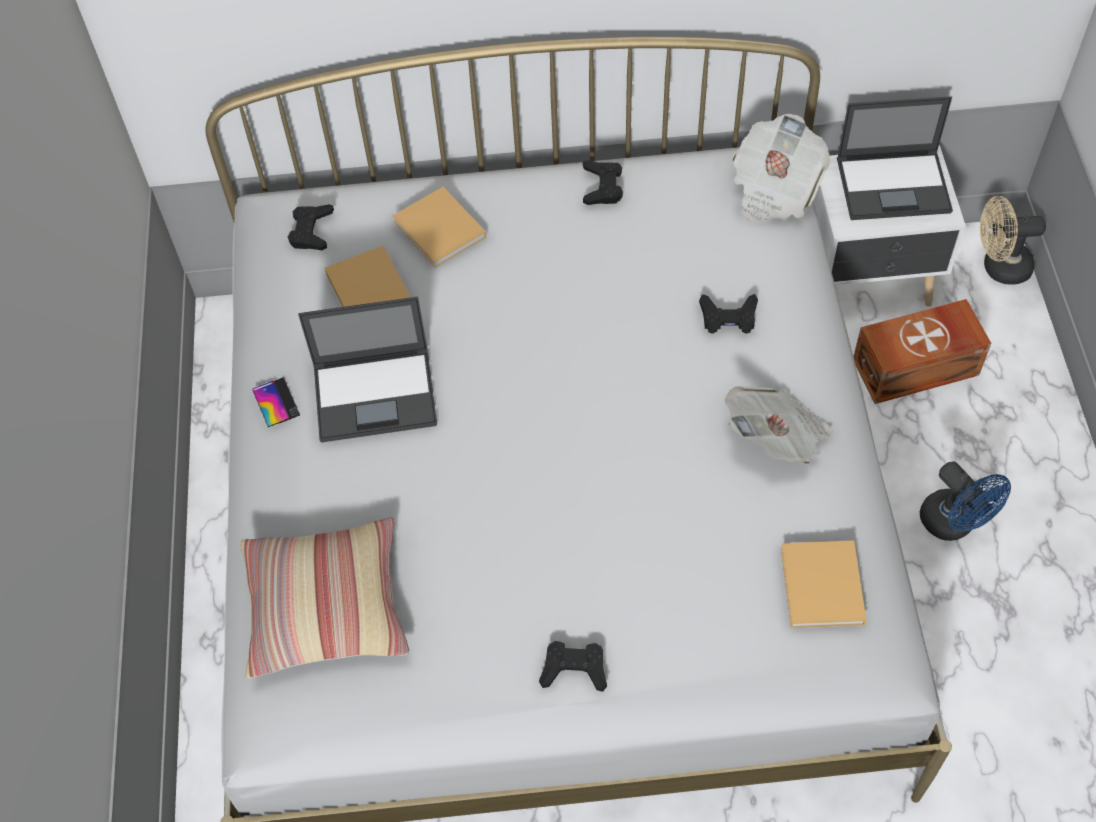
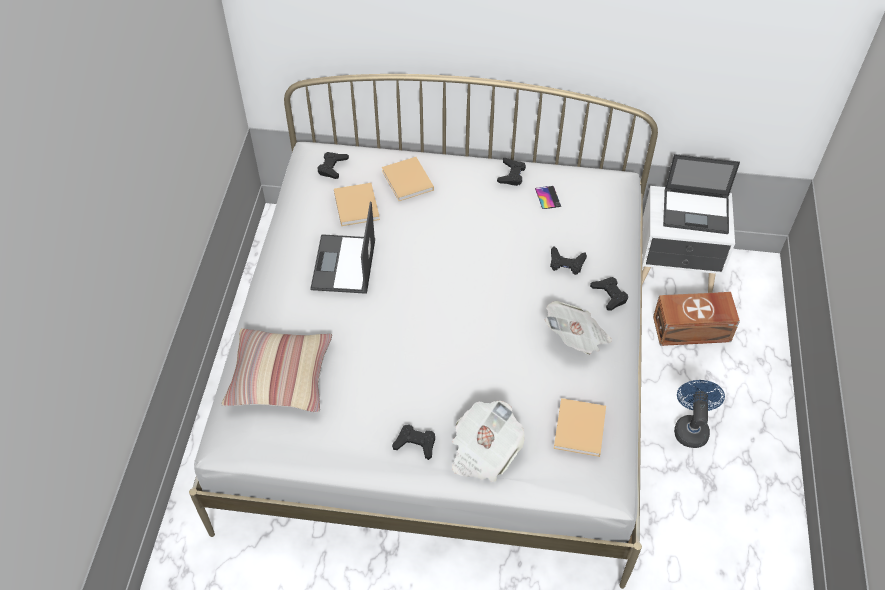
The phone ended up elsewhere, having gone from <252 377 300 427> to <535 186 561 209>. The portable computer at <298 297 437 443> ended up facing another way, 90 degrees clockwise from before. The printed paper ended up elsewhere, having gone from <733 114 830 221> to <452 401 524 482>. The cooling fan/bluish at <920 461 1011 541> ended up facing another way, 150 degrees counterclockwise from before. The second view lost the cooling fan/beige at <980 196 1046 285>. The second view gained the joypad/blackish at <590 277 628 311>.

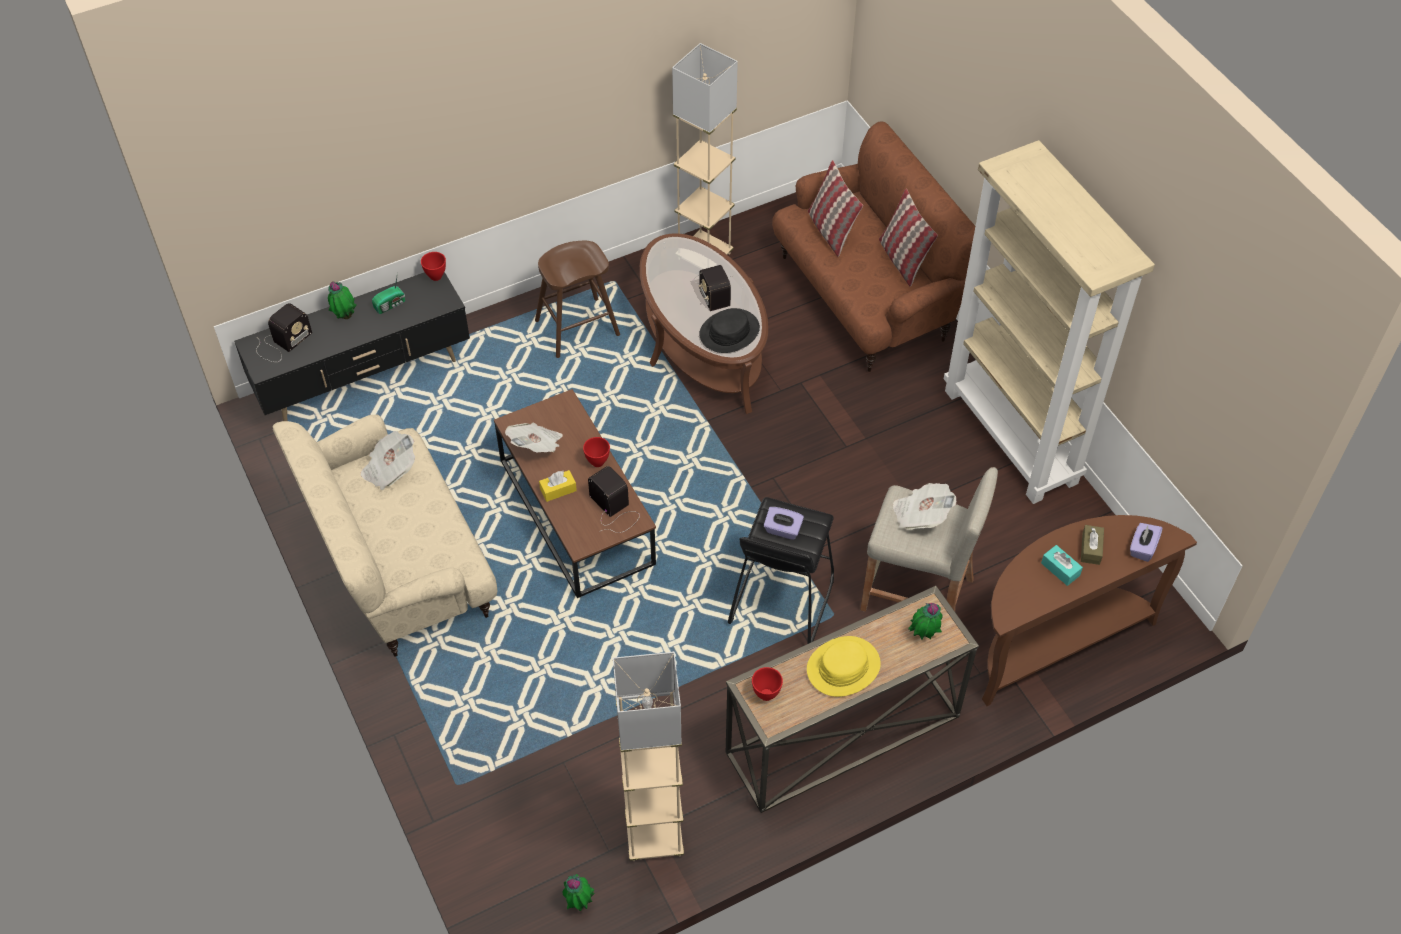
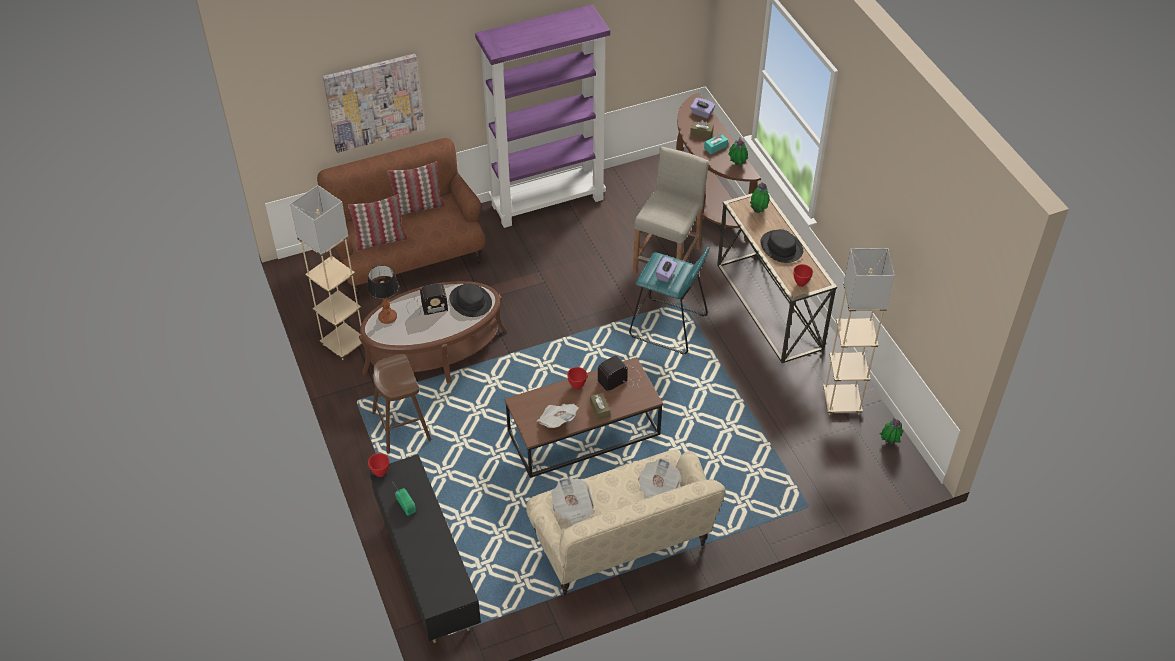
The second view lost the radio at <256 303 312 362>. The houseplant ended up elsewhere, having gone from <328 281 356 319> to <728 138 748 165>. What was the box of tissues/yellow at <539 470 577 502> turned into the box of tissues/brown at <590 393 610 420>. What was the stool/blackish at <728 497 834 644> turned into the stool/turquoise-coloured at <629 247 710 355>. What was the wearable hat/yellow at <807 636 881 697> turned into the wearable hat/blackish at <760 229 803 263>. The printed paper ended up elsewhere, having gone from <893 483 956 529> to <638 458 682 499>. What was the shelving unit/beige at <944 140 1155 504> turned into the shelving unit/purple at <475 5 610 228>. The second view gained the wall picture at <323 54 425 153>. The second view gained the tabletop lamp at <367 265 399 324>.

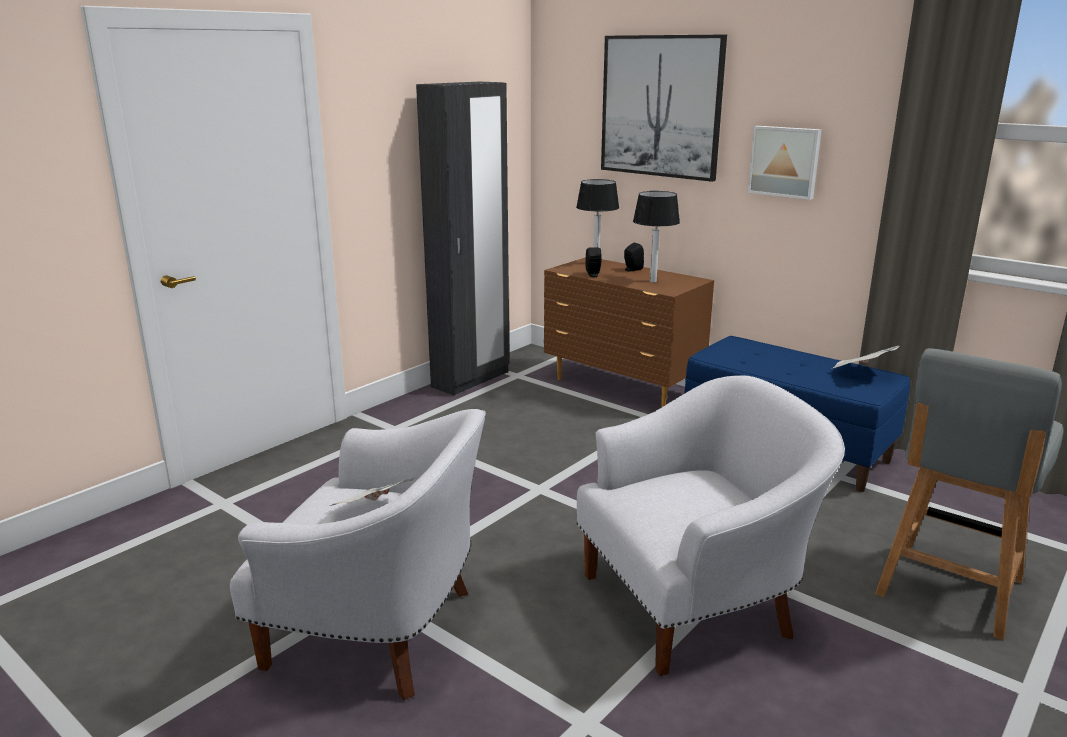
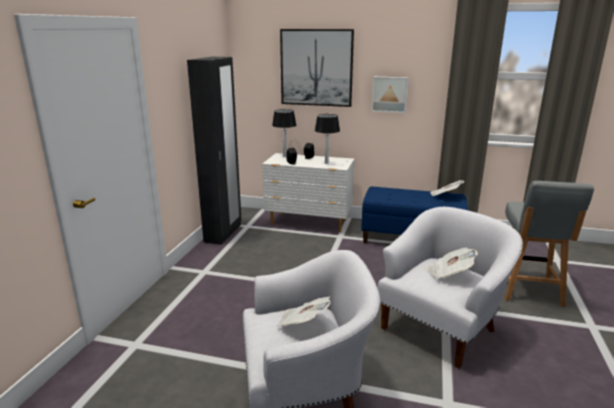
What was the dresser/brown at <544 257 714 408> turned into the dresser/whitish at <262 153 354 232>. The second view gained the printed paper at <425 248 478 279>.

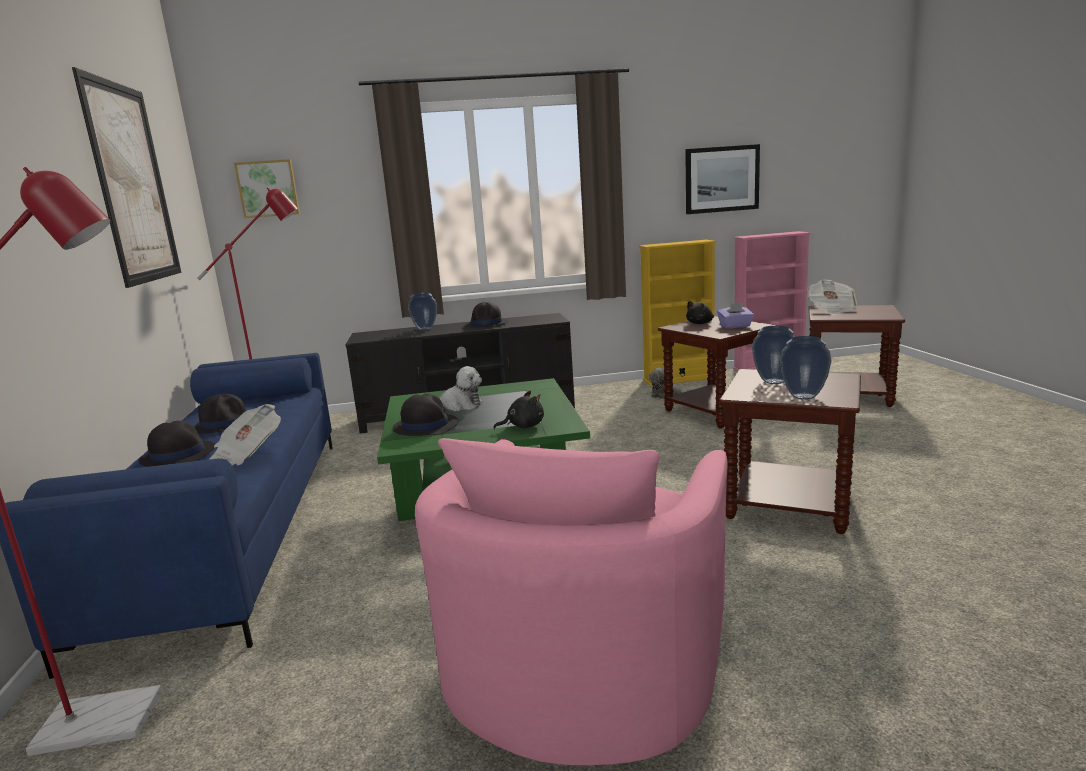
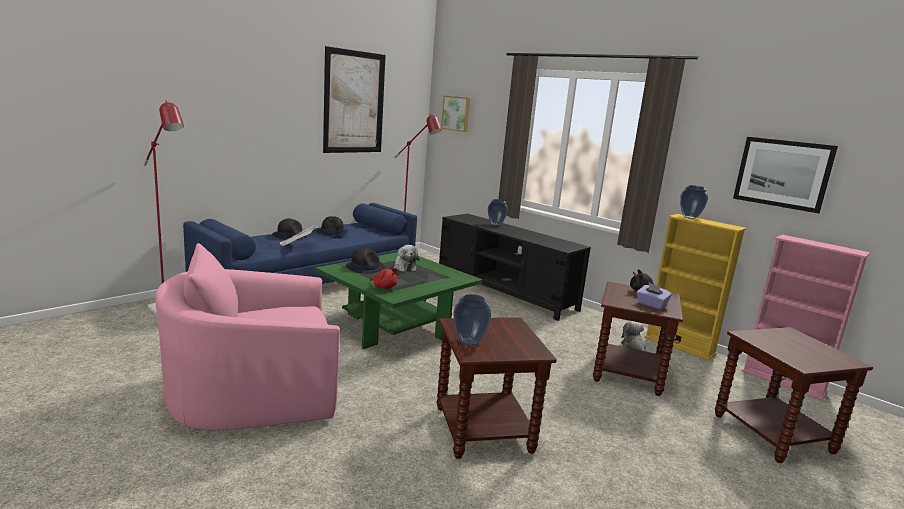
The second view lost the wearable hat/blackish at <464 302 508 328>. What was the cuddly toy/blackish at <493 391 544 429> turned into the cuddly toy/red at <370 268 398 289>. The vase ended up elsewhere, having gone from <752 326 795 384> to <680 185 708 219>. The second view lost the printed paper at <808 280 857 315>.

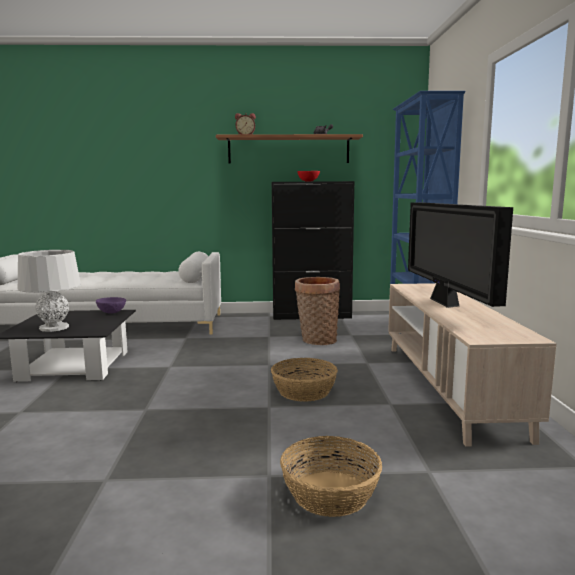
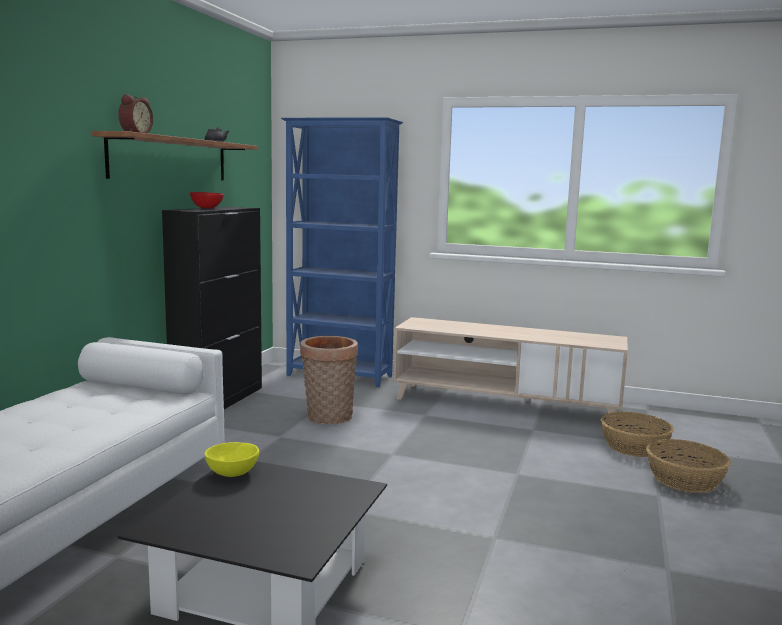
The second view lost the tabletop lamp/greyish at <18 250 81 332>. What was the deep dish/purple at <96 297 126 314> turned into the deep dish/yellow at <205 442 259 477>. The basket ended up elsewhere, having gone from <271 358 338 402> to <601 412 674 457>. The second view lost the TV at <408 202 513 308>.

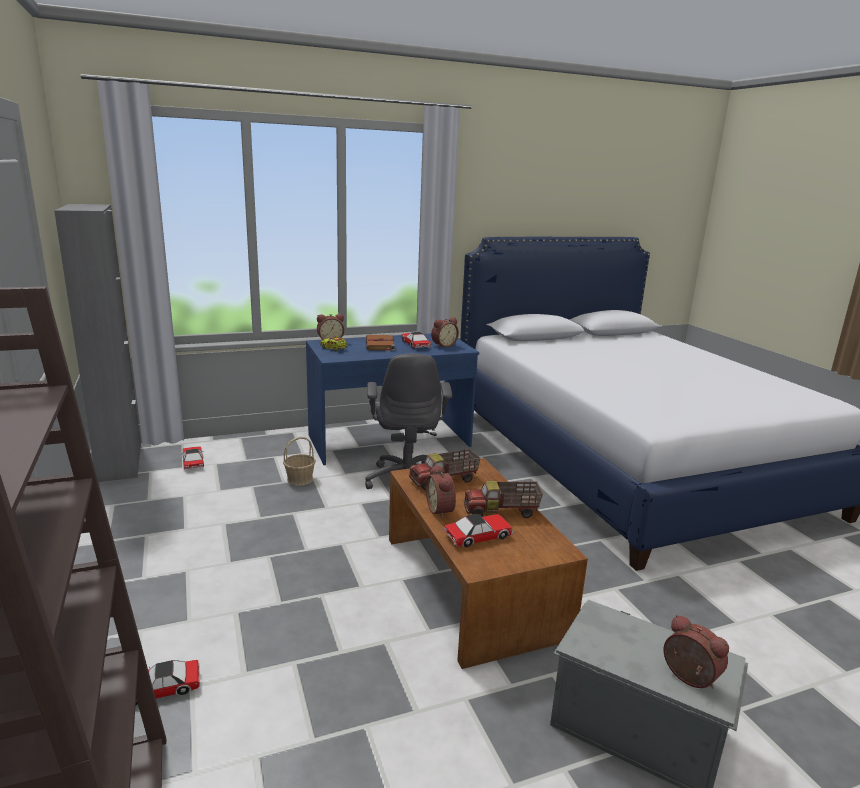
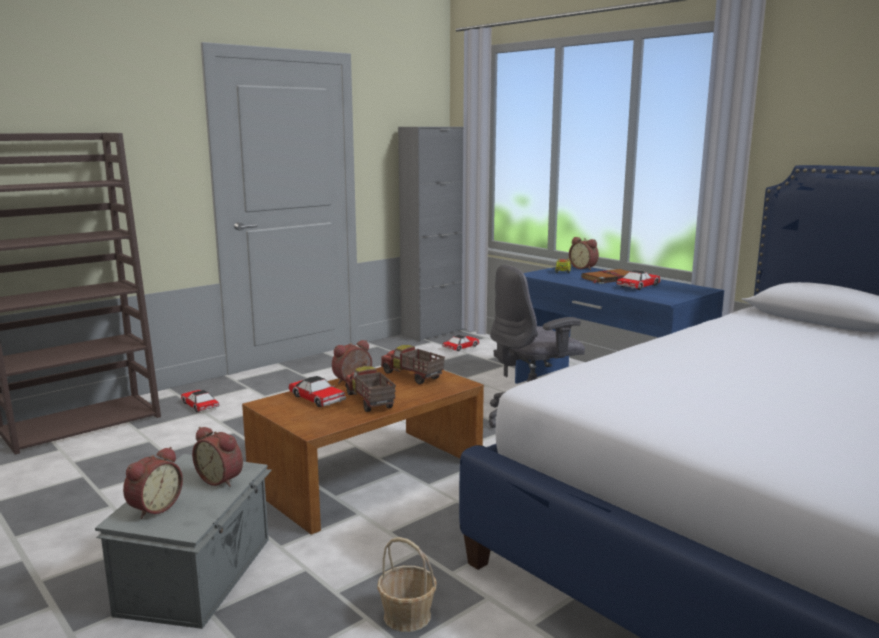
The basket ended up elsewhere, having gone from <283 437 316 486> to <377 537 436 632>. The alarm clock ended up elsewhere, having gone from <431 317 459 348> to <192 427 243 487>.

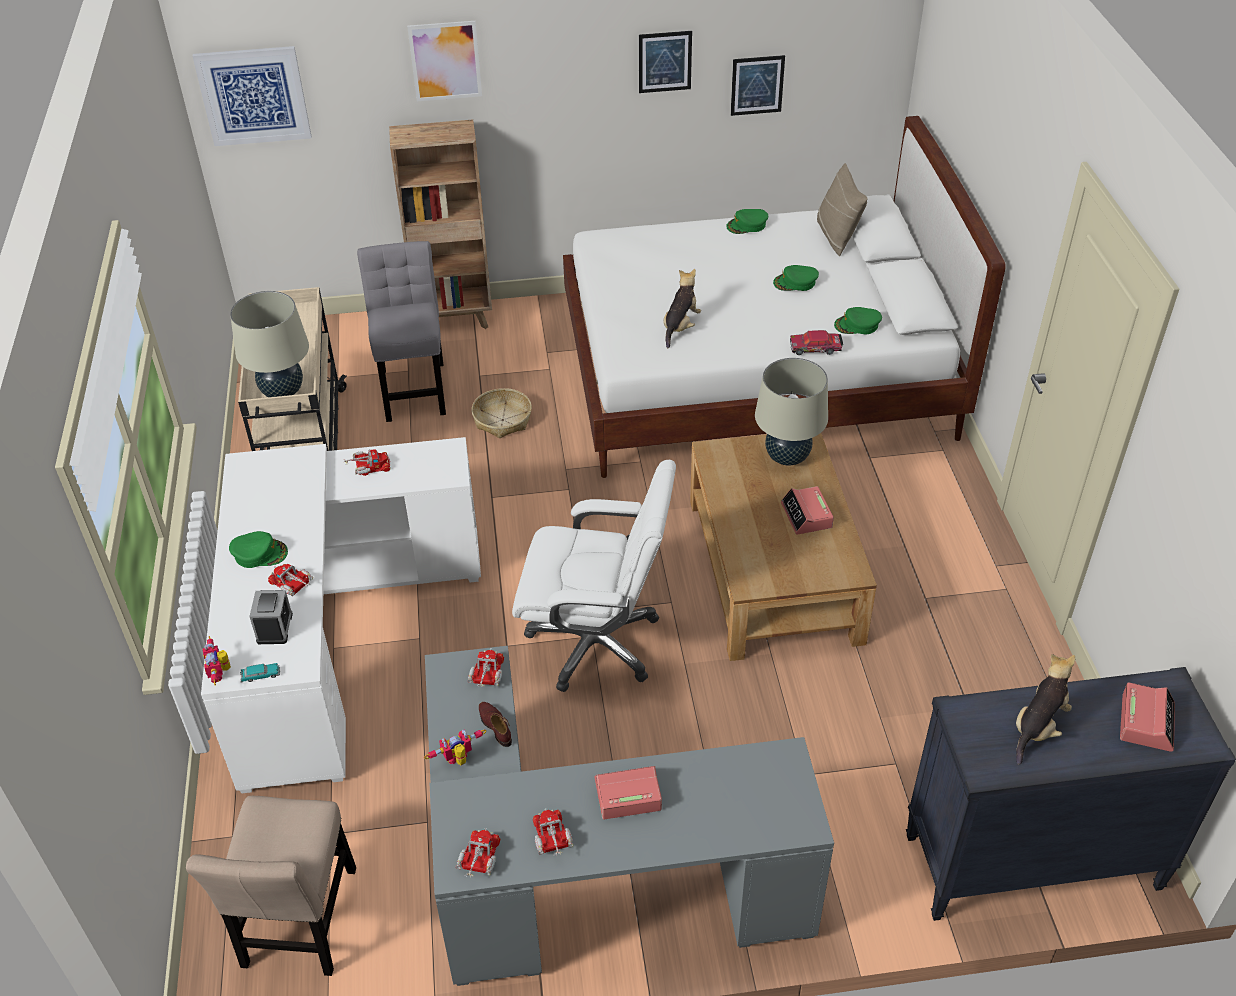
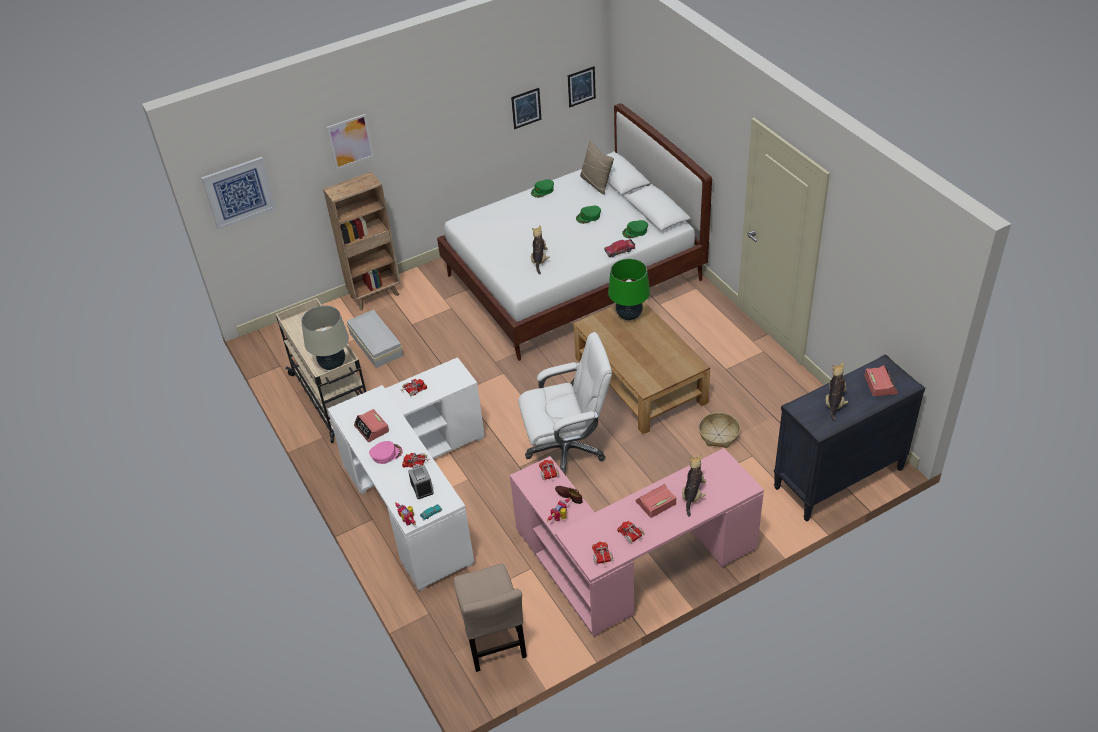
What was the peaked cap/green-coloured at <229 531 288 568> turned into the peaked cap/pink-coloured at <369 441 403 464>. Where the plain chair/greyish stood at <357 241 446 422>, the storage box/whitish came to stand at <347 309 403 368>. What was the desk table/greyish at <425 646 834 986> turned into the desk table/pink-coloured at <510 448 764 637>. The basket ended up elsewhere, having gone from <471 388 532 438> to <699 412 740 448>. The wall picture ended up elsewhere, having gone from <639 31 692 93> to <568 66 596 107>. What was the tabletop lamp/beige at <755 358 828 466> turned into the tabletop lamp/green-coloured at <608 258 650 320>. The alarm clock ended up elsewhere, having gone from <781 486 834 535> to <354 409 389 442>. The second view gained the cuddly toy at <682 454 706 517>.

